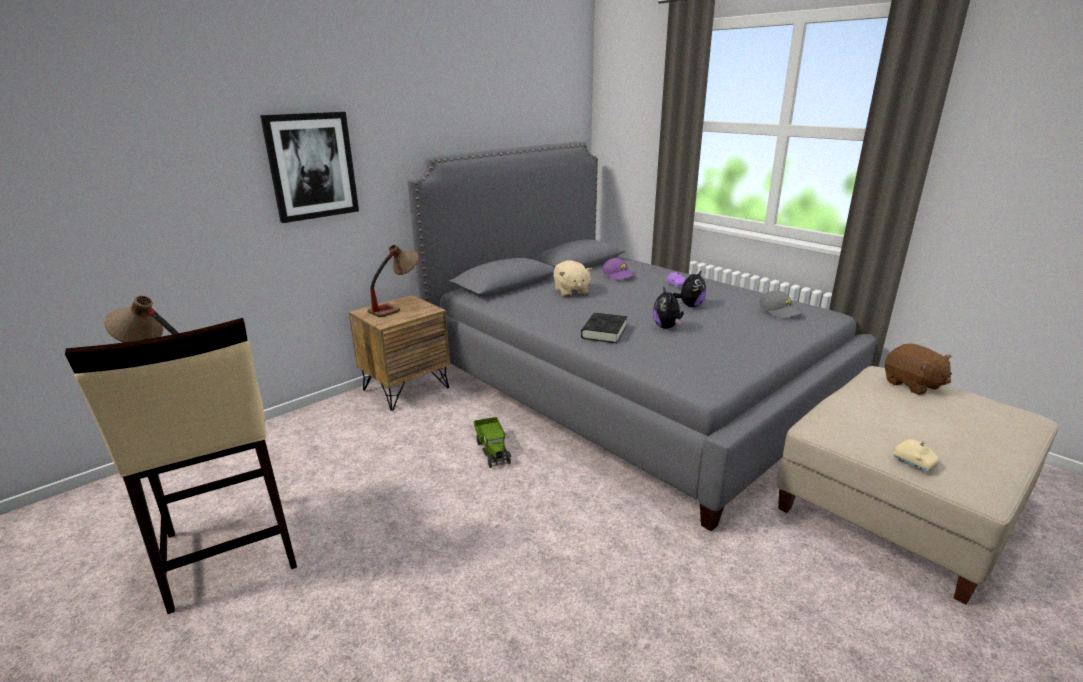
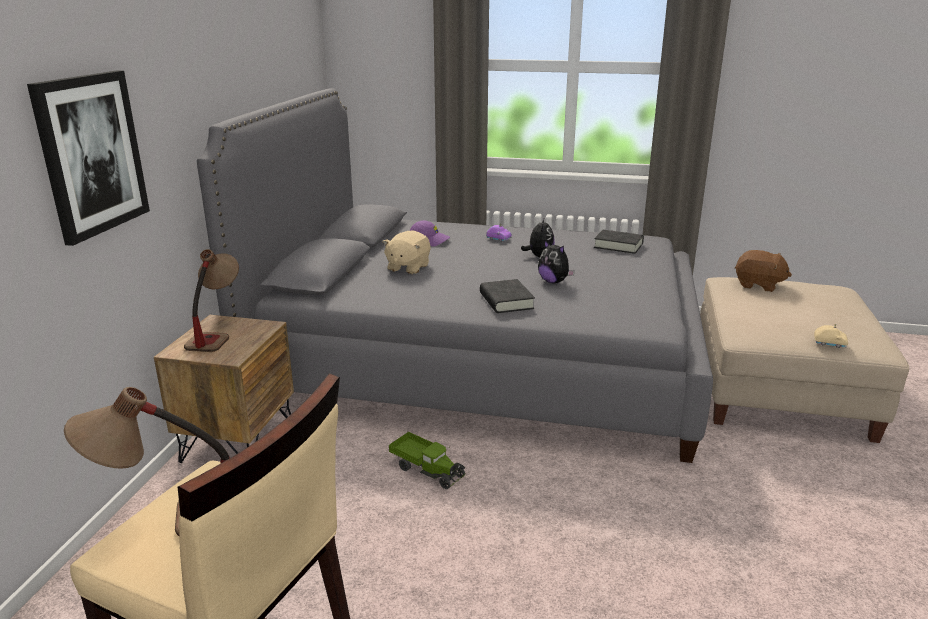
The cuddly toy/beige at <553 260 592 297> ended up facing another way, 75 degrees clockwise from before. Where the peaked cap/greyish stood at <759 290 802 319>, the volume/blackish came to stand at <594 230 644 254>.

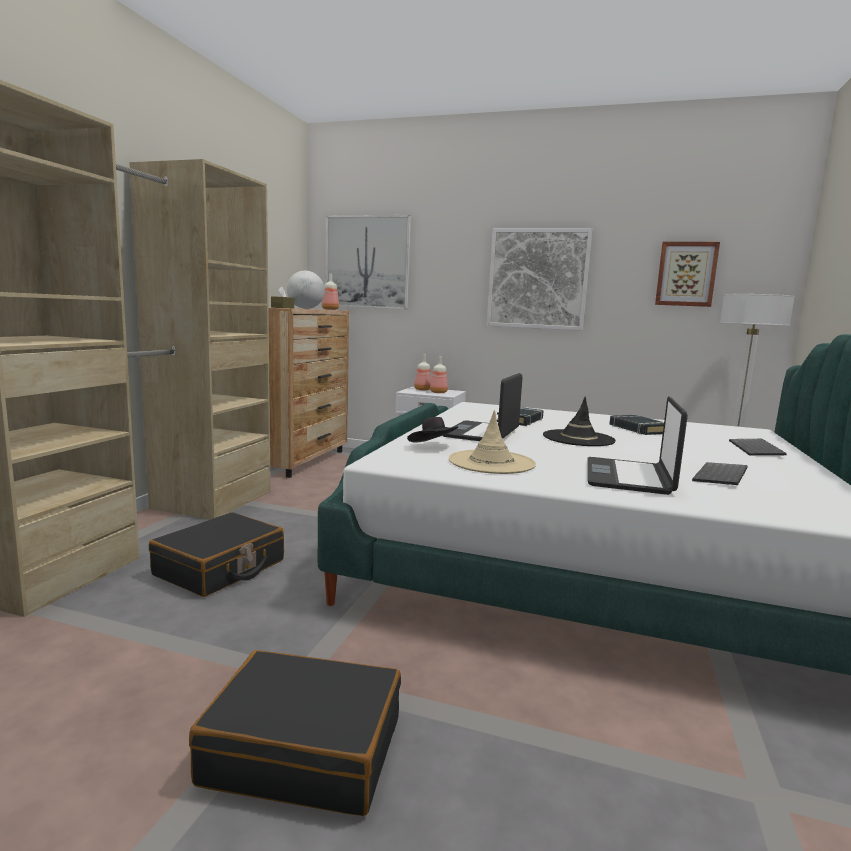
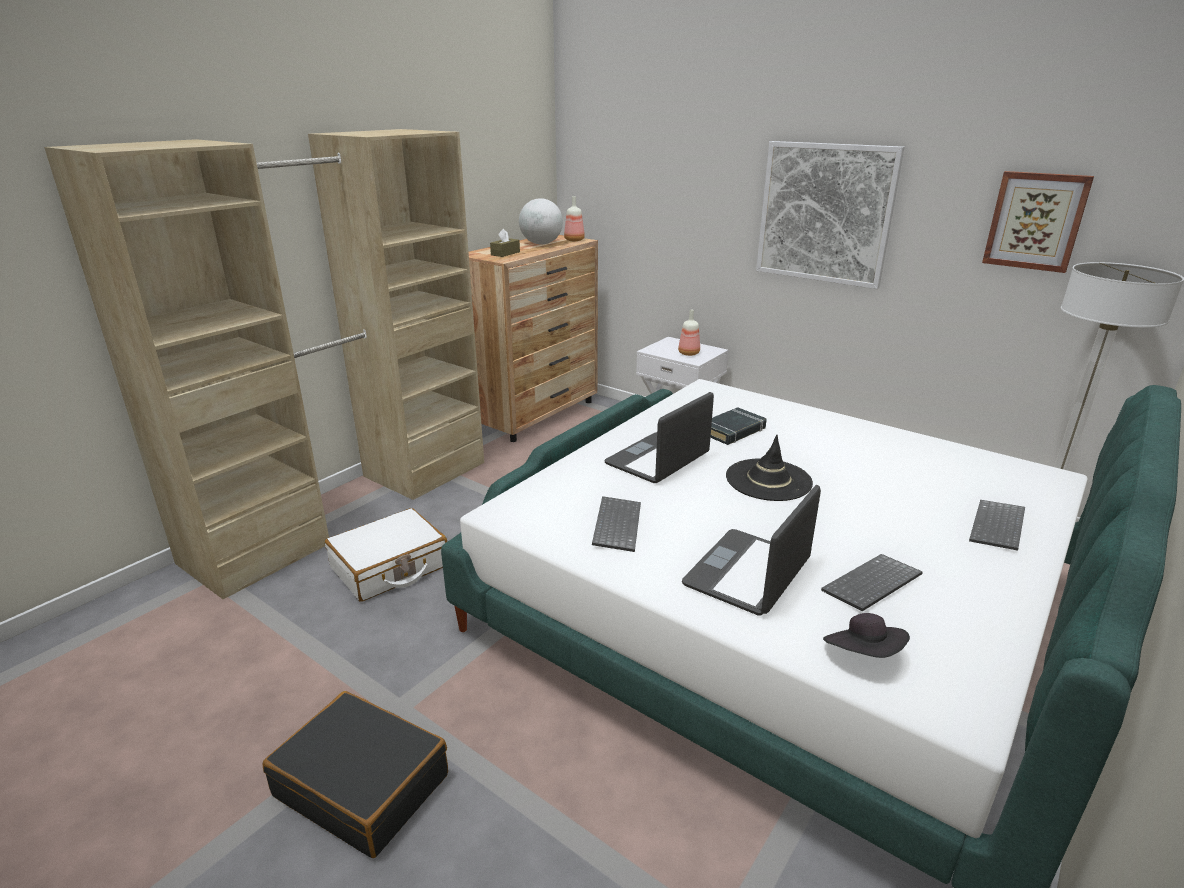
What was the suitcase/blackish at <149 512 284 597> turned into the suitcase/whitish at <325 508 447 602>. The second view lost the wall picture at <325 215 411 310>. The wearable hat/blackish ended up elsewhere, having gone from <407 417 458 443> to <823 613 910 658>. The second view lost the bottle at <414 354 431 390>. Where the wearable hat/beige stood at <449 410 536 474>, the PC keyboard came to stand at <592 496 641 552>. The second view lost the volume/blackish at <609 415 664 435>.

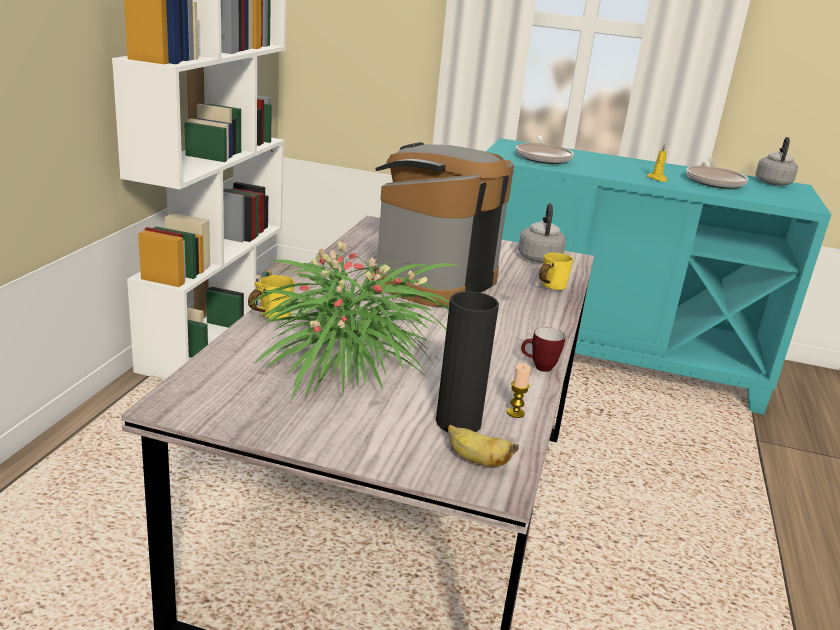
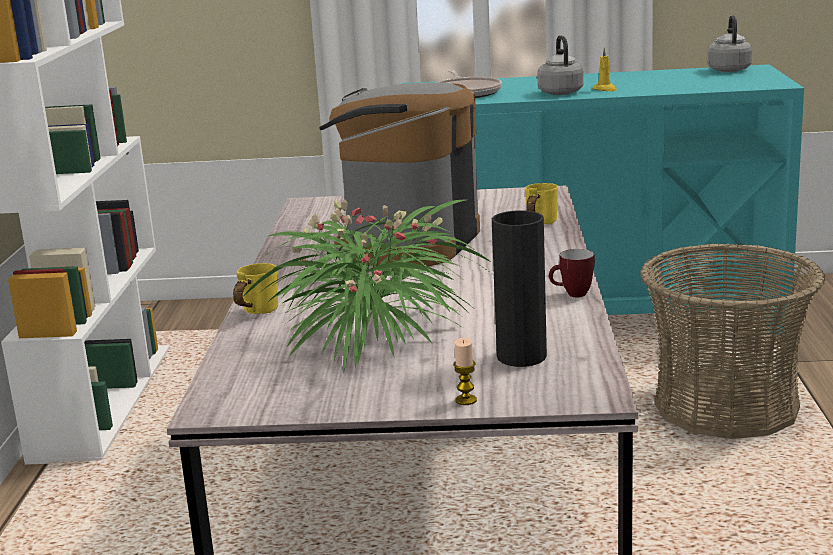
The second view lost the banana fruit at <448 425 519 467>. The wax candle ended up elsewhere, having gone from <507 363 531 418> to <453 338 477 405>. The kettle/greyish ended up elsewhere, having gone from <518 203 566 263> to <537 35 584 95>. The second view lost the frying pan at <686 158 748 189>. The second view gained the basket at <640 243 825 439>.

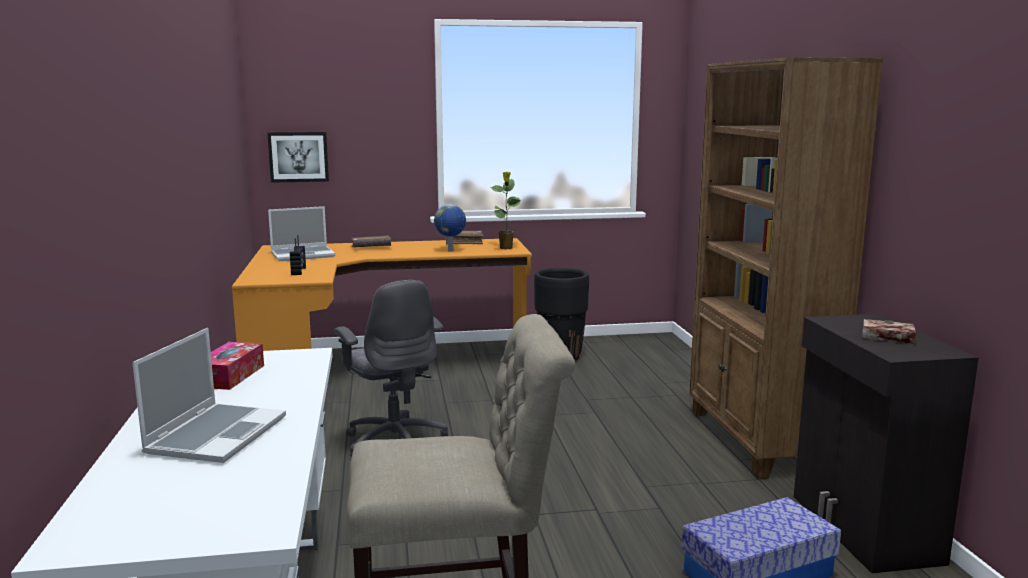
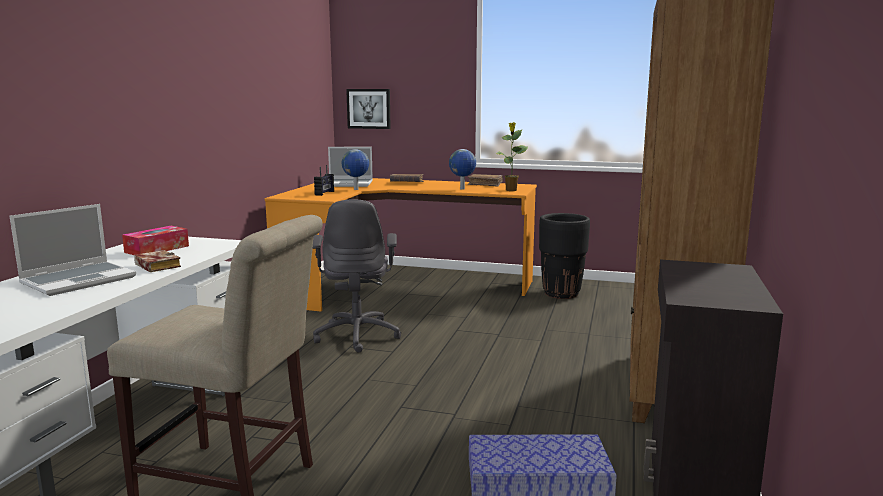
The volume ended up elsewhere, having gone from <863 319 916 344> to <134 250 181 272>. The second view gained the desk globe at <342 149 369 190>.

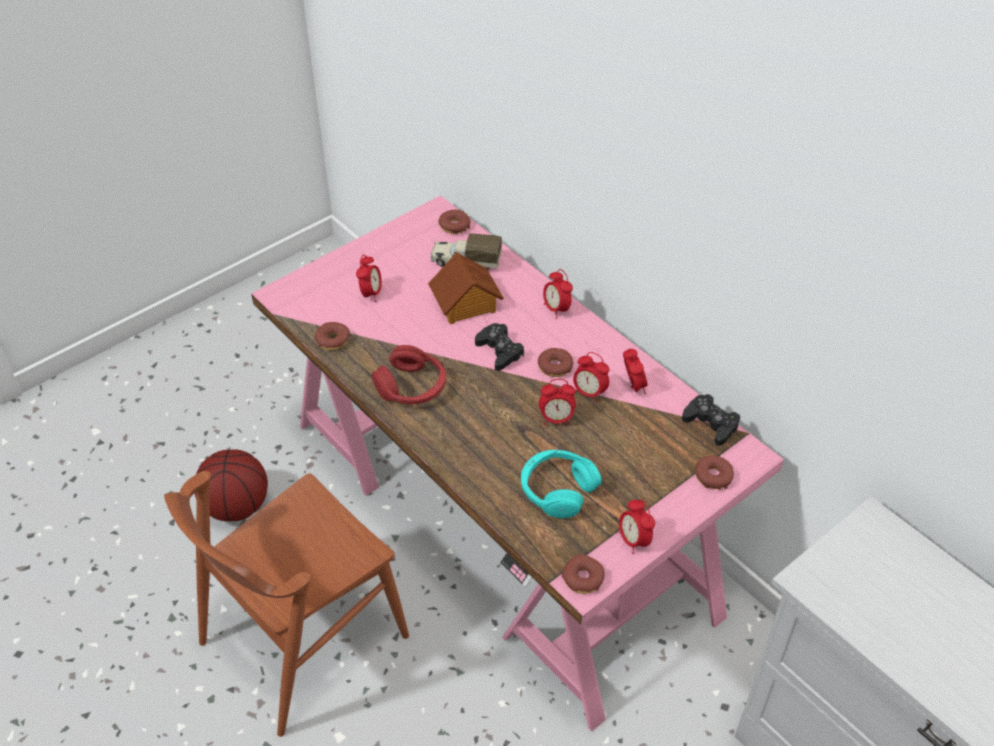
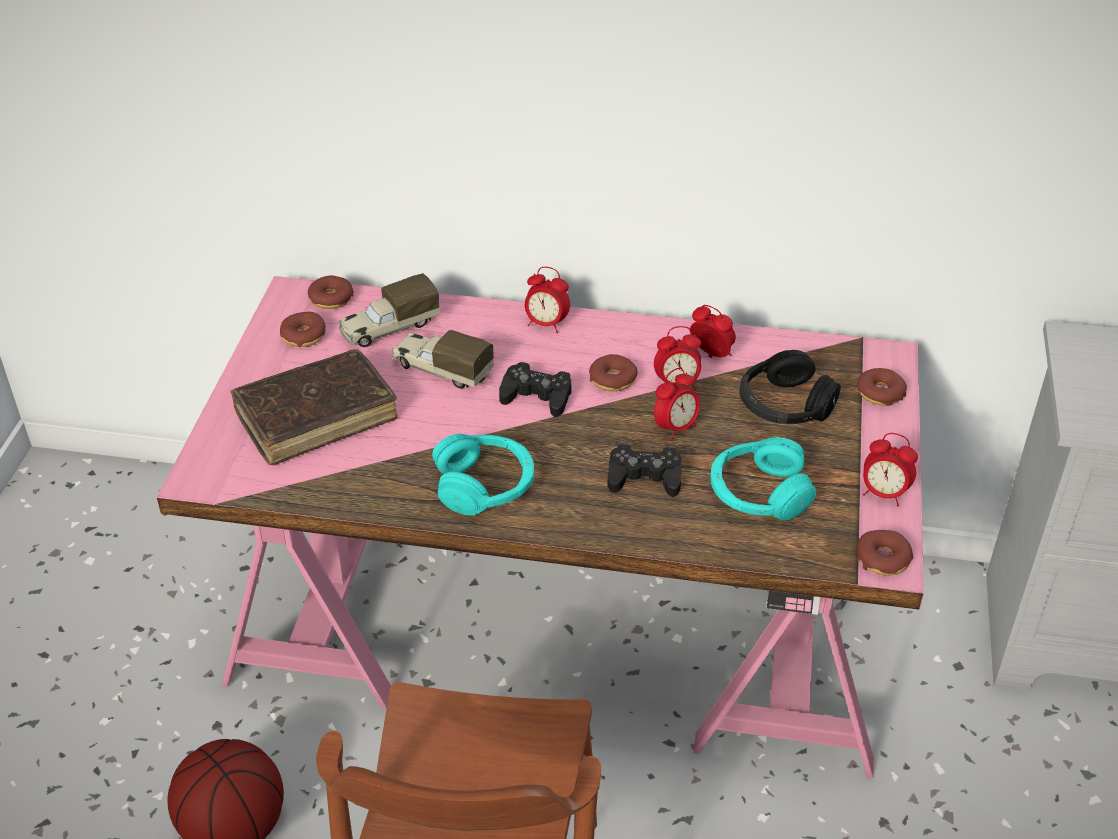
The ring doughnut ended up elsewhere, having gone from <315 322 350 350> to <280 312 326 347>. Where the alarm clock stood at <356 254 382 302>, the volume/brown came to stand at <230 349 398 465>. What was the headset/red at <372 345 446 404> turned into the headset/turquoise-coloured at <432 434 534 515>. Where the miniature house stood at <428 252 504 324>, the toy lorry came to stand at <392 330 494 389>. The joypad/blackish ended up elsewhere, having gone from <682 394 740 446> to <607 444 682 497>. The second view gained the headset/blackish at <739 350 841 424>.

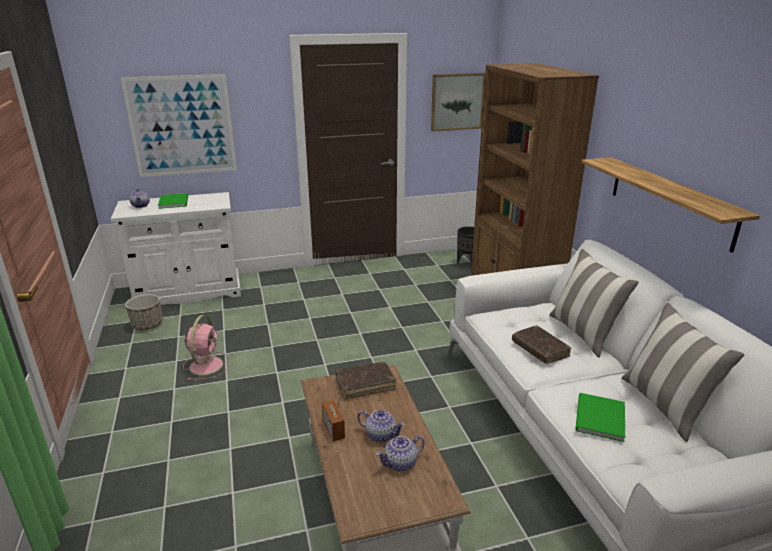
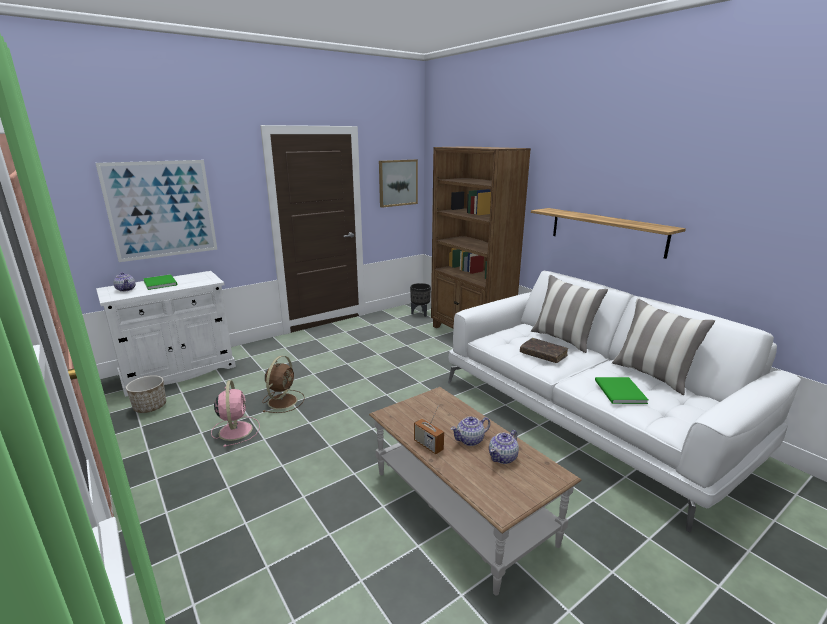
The second view lost the volume/brown at <335 362 396 399>. The pot for tea at <357 410 405 443> ended up facing another way, 150 degrees clockwise from before. The second view gained the cooling fan/brown at <262 356 305 413>.

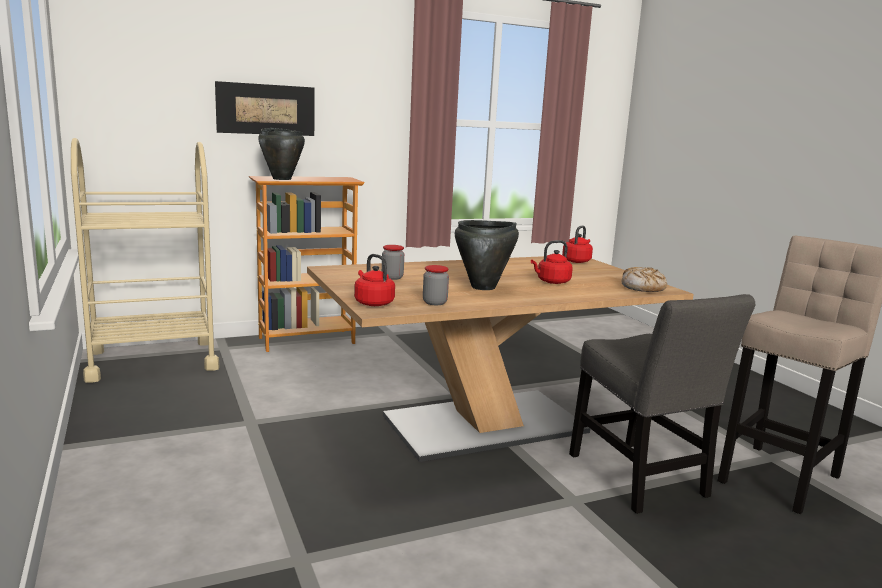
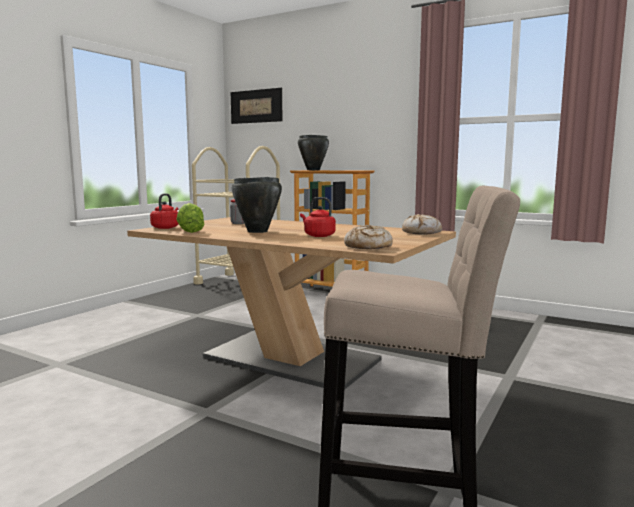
The wall picture ended up elsewhere, having gone from <215 81 314 136> to <231 88 282 124>. Where the preserve jar stood at <423 265 449 305>, the lettuce came to stand at <176 203 205 233>. Where the kettle/red stood at <562 226 593 263>, the bakery bread came to stand at <402 214 442 235>. The second view lost the plain chair/greyish at <569 294 755 514>.

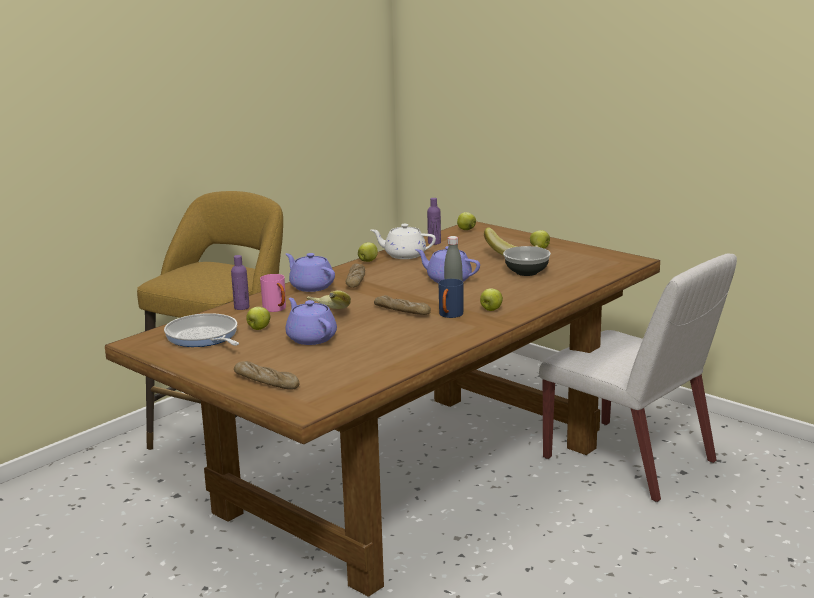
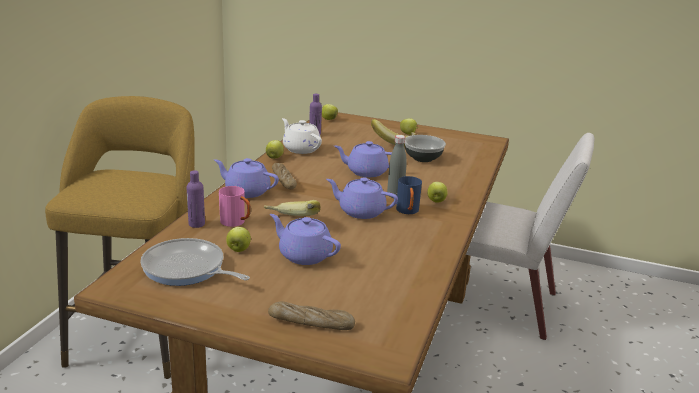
The pot for tea/whitish at <371 224 436 259> ended up facing another way, 60 degrees clockwise from before. Where the bakery bread stood at <374 295 431 315>, the pot for tea/purple came to stand at <326 177 398 219>.

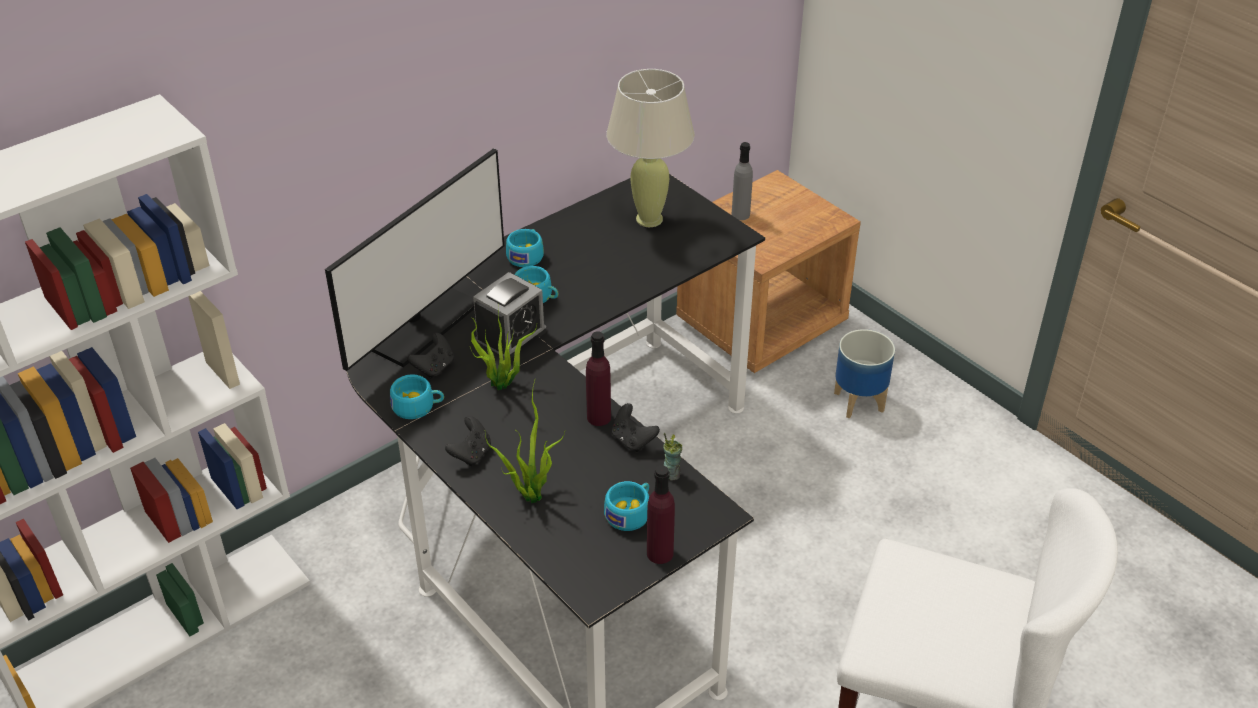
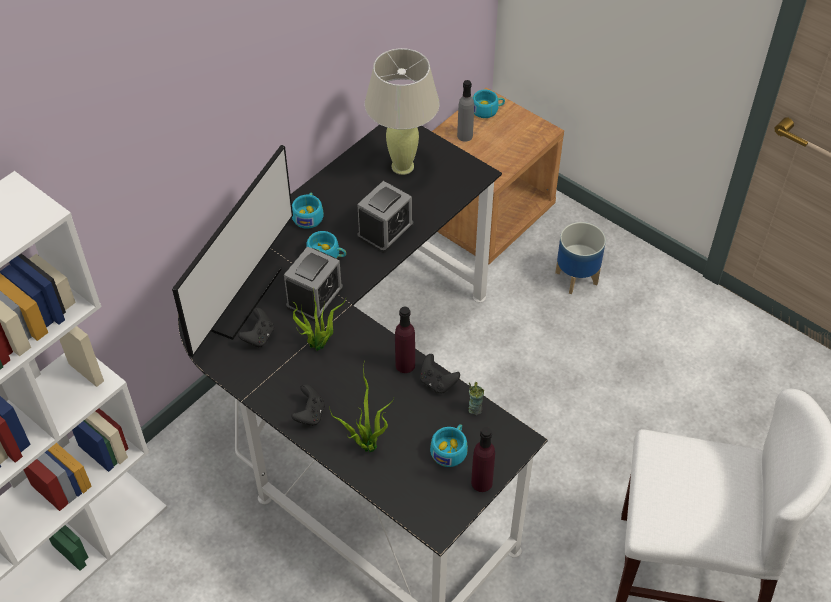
The drinking cup/turquoise-coloured ended up elsewhere, having gone from <390 374 444 419> to <473 89 505 118>. The second view gained the alarm clock at <357 181 413 253>.

